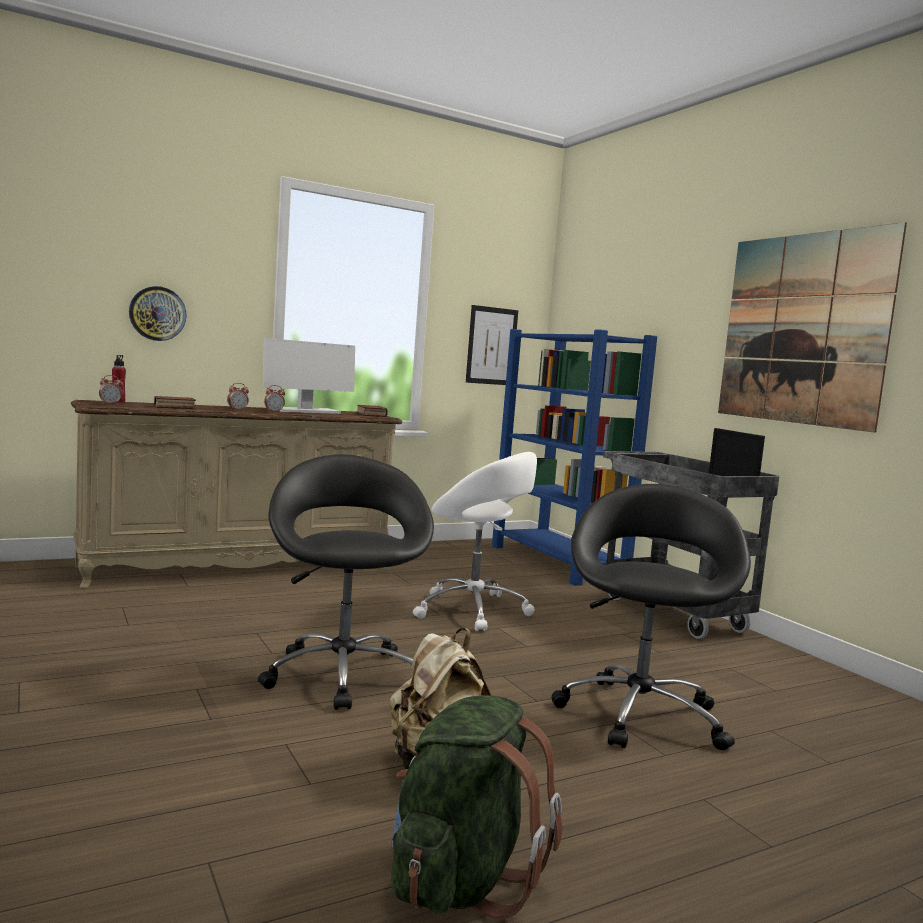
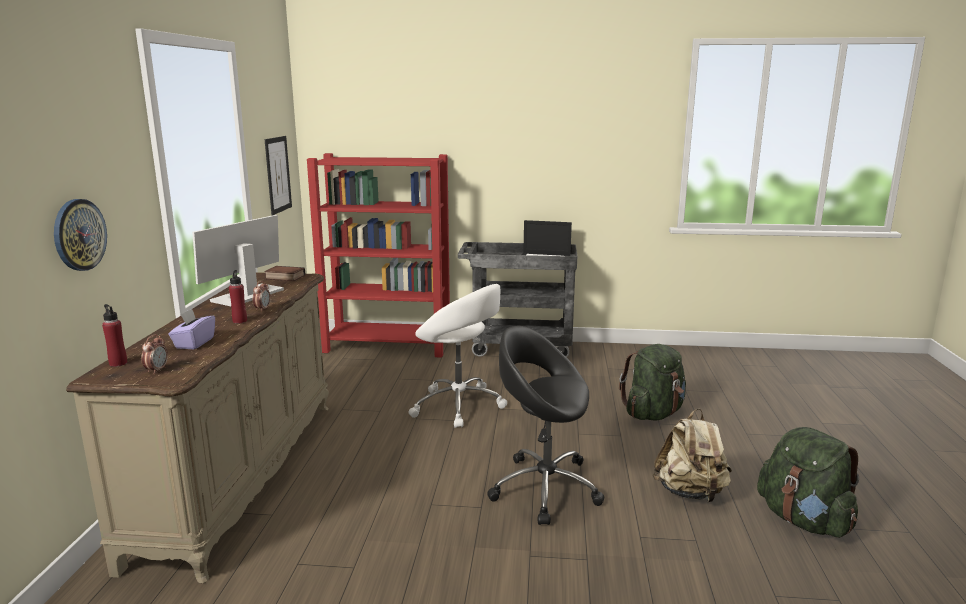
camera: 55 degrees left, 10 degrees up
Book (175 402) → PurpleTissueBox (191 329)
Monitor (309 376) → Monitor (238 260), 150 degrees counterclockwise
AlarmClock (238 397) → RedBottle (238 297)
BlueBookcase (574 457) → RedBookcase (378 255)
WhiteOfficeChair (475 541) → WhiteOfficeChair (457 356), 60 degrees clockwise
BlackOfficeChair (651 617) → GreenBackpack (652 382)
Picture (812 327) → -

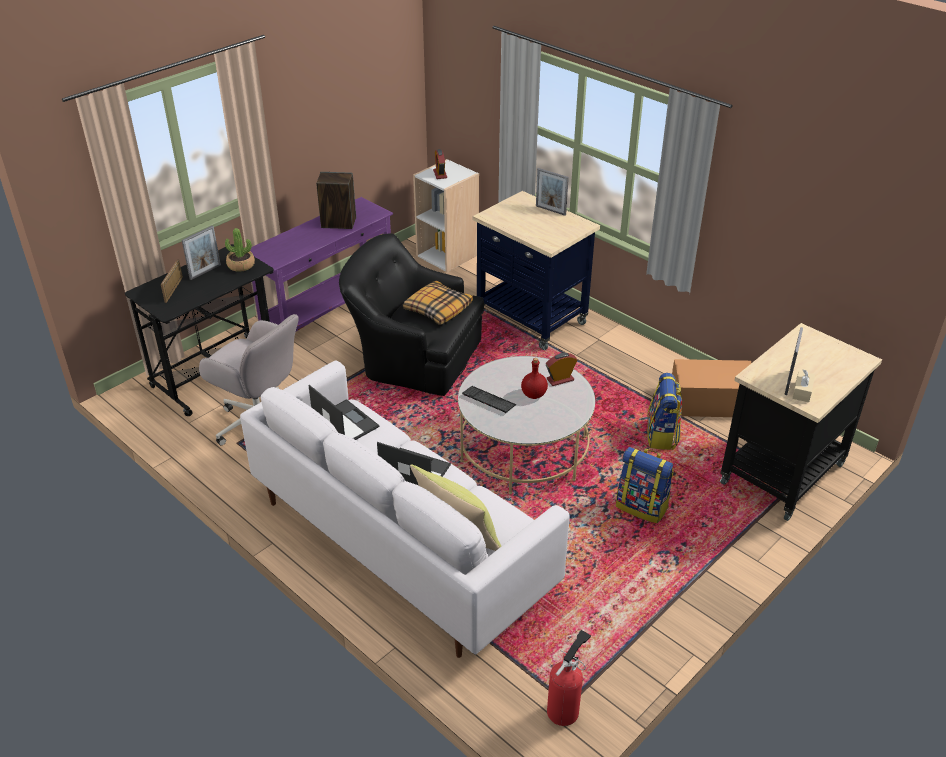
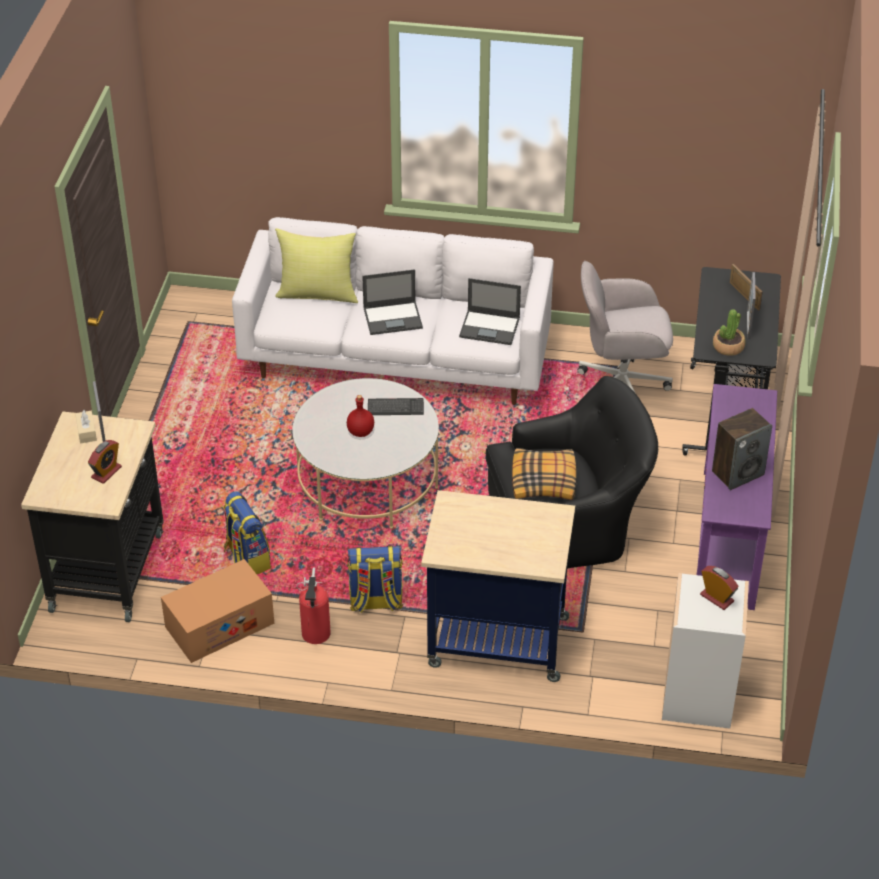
camera: 145 degrees right, 5 degrees up
AlarmClock (562 369) → AlarmClock (105 462), relocated
FireExtinguisher (569 678) → FireExtinguisher (313 606), relocated
Backpack (645 485) → Backpack (375 579), relocated
PictureFrame (552 192) → -

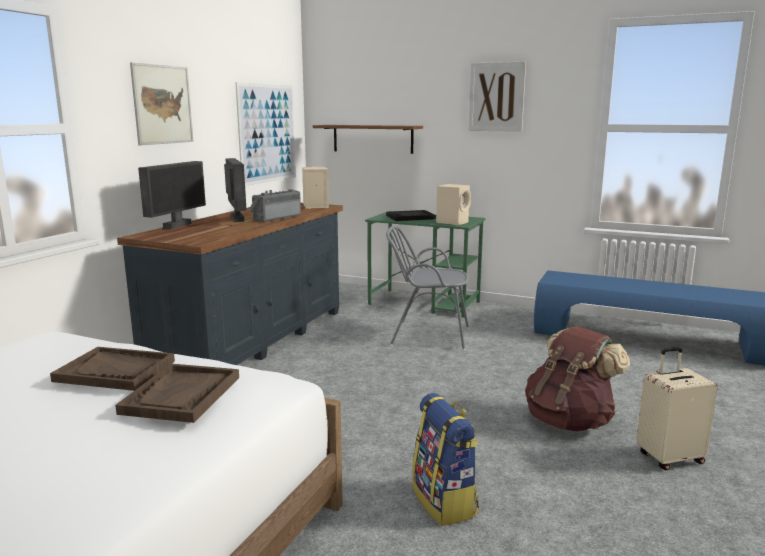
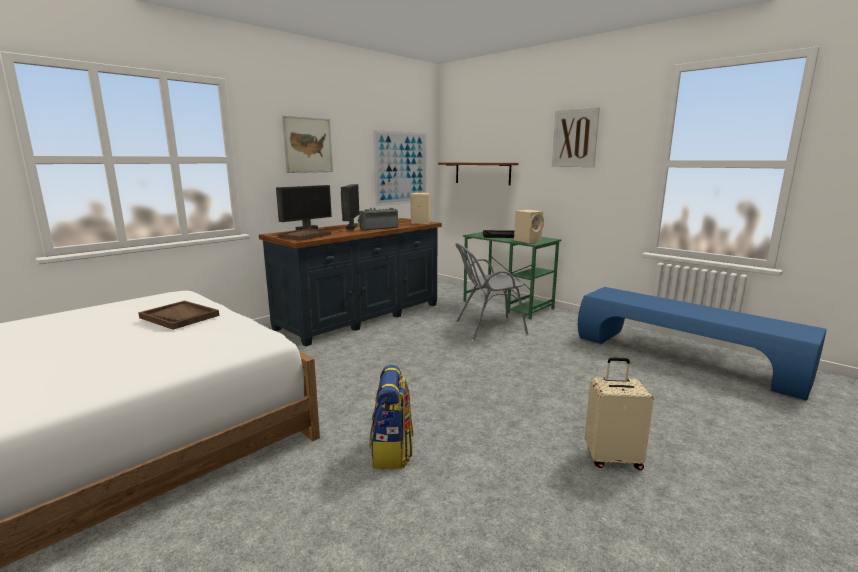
camera: 20 degrees right, 0 degrees up
BrownTray (177 393) → BrownTray (304 234), relocated
GreyChair (428 288) → GreyChair (492 292), 45 degrees counterclockwise
BrownBackpack (577 379) → -

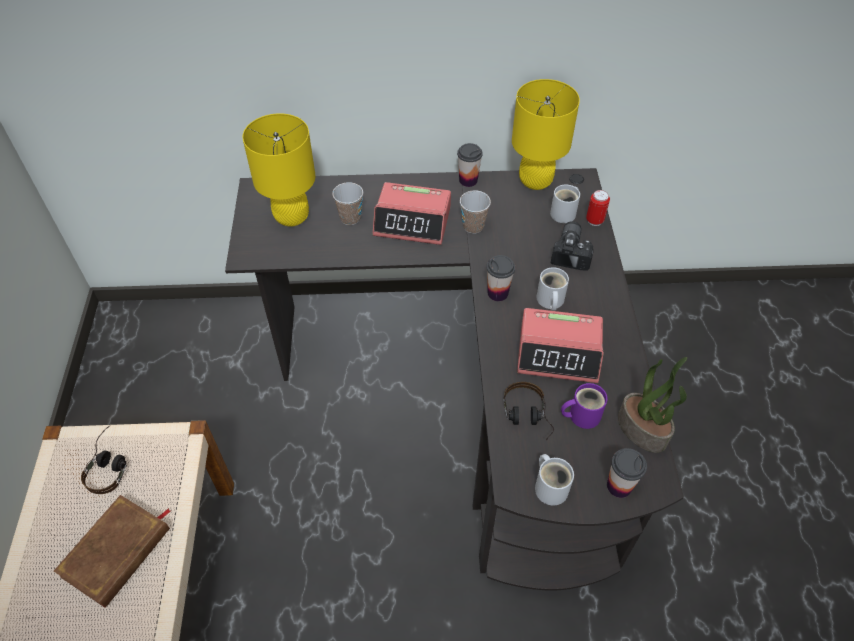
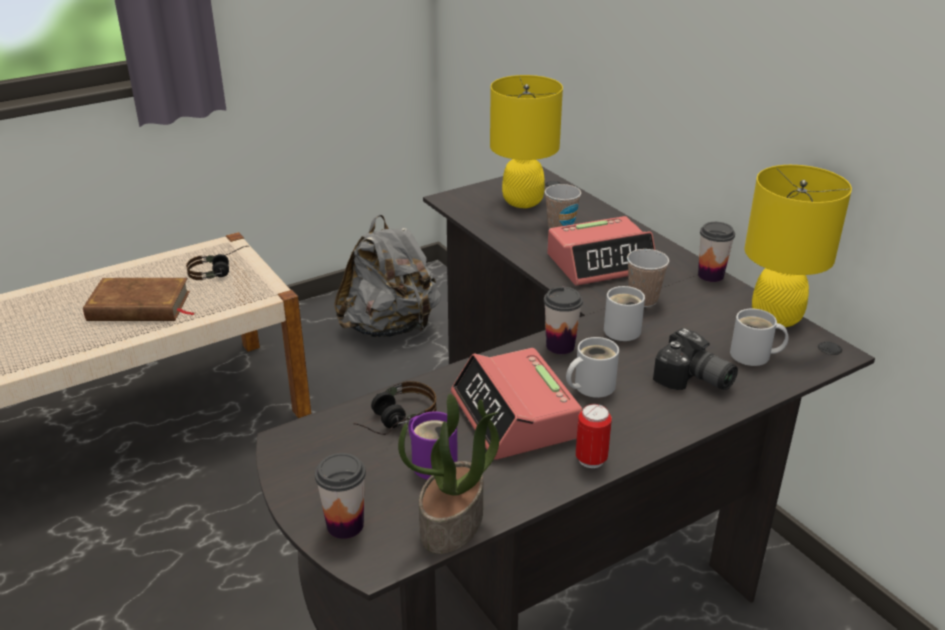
camera: 60 degrees right, 20 degrees down
- → GreyBackpack (387 276)
AlarmClock (412 213) → AlarmClock (601 251), 90 degrees counterclockwise
Can (598 208) → Can (594 436), relocated
WhiteMug (554 480) → WhiteMug (624 313), relocated
PhotoCamera (572 246) → PhotoCamera (695 359), 60 degrees clockwise

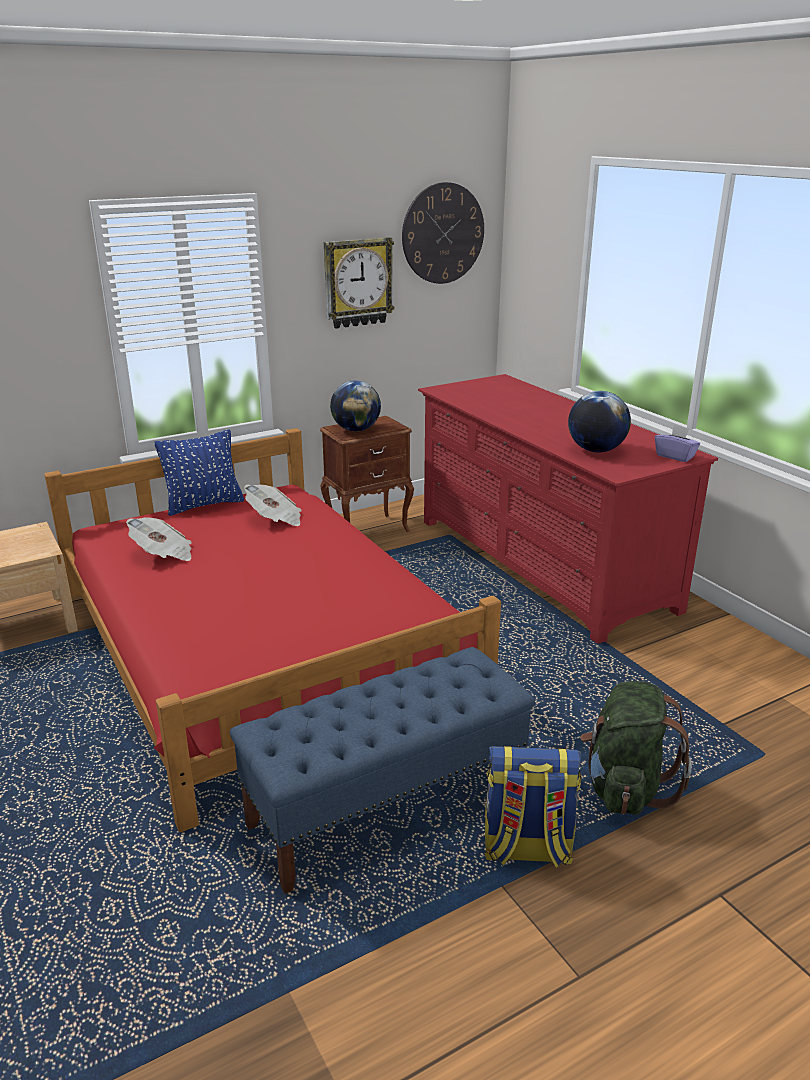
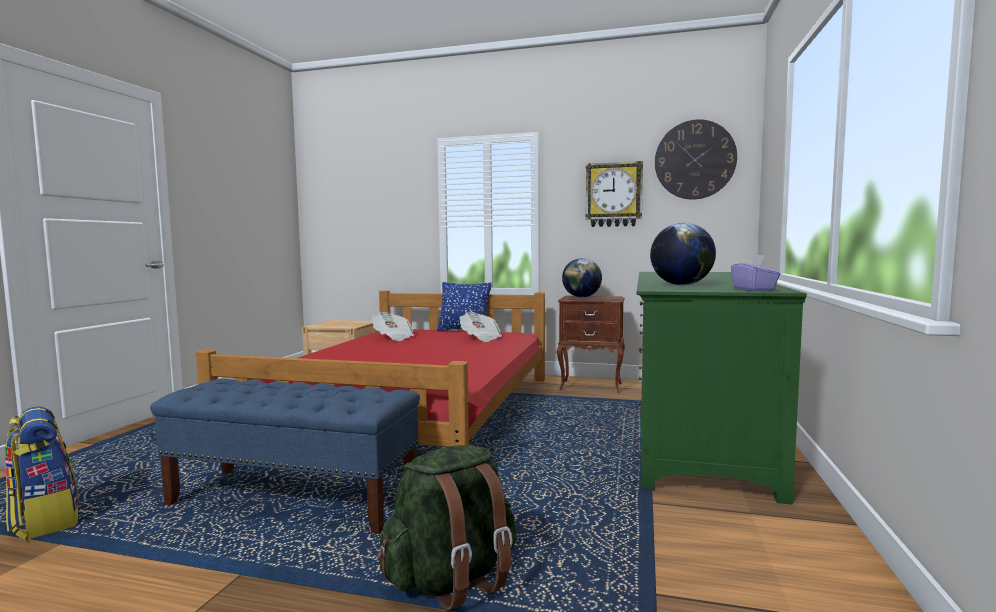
camera: 45 degrees right, 20 degrees down
Backpack (532 806) → Backpack (42 473), relocated
RedDresser (568 509) → GreenDresser (722 388)

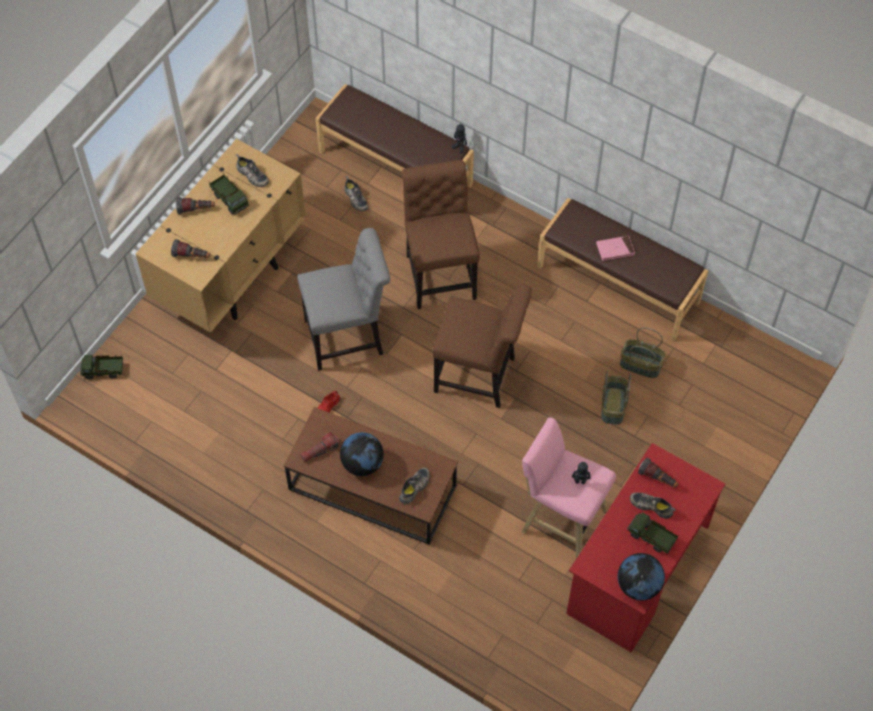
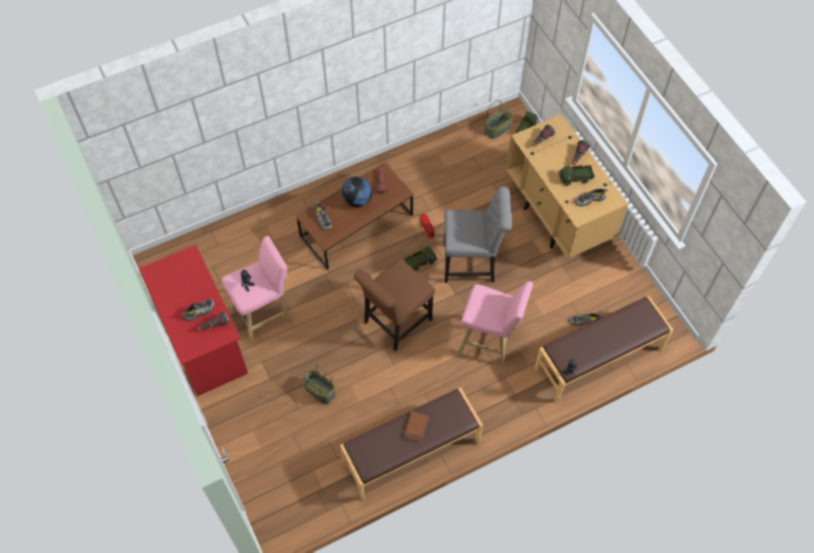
camera: 120 degrees right, 0 degrees up
PinkBook (615 248) → BrownBook (416 427)
ToyTruck (653 533) → ToyTruck (420 259), relocated
GreyChair (343 299) → GreyChair (478 235), 105 degrees counterclockwise
BrownChair (441 234) → PinkStool (495 324)
Basket (642 353) → Basket (499 119), relocated
Globe (641 577) → -

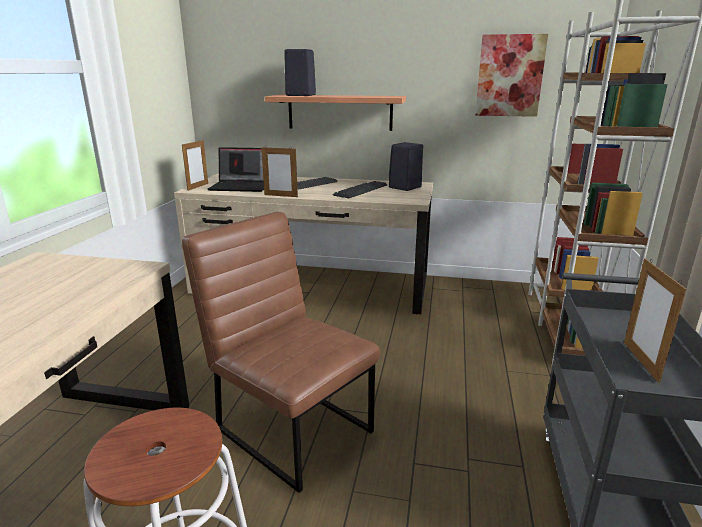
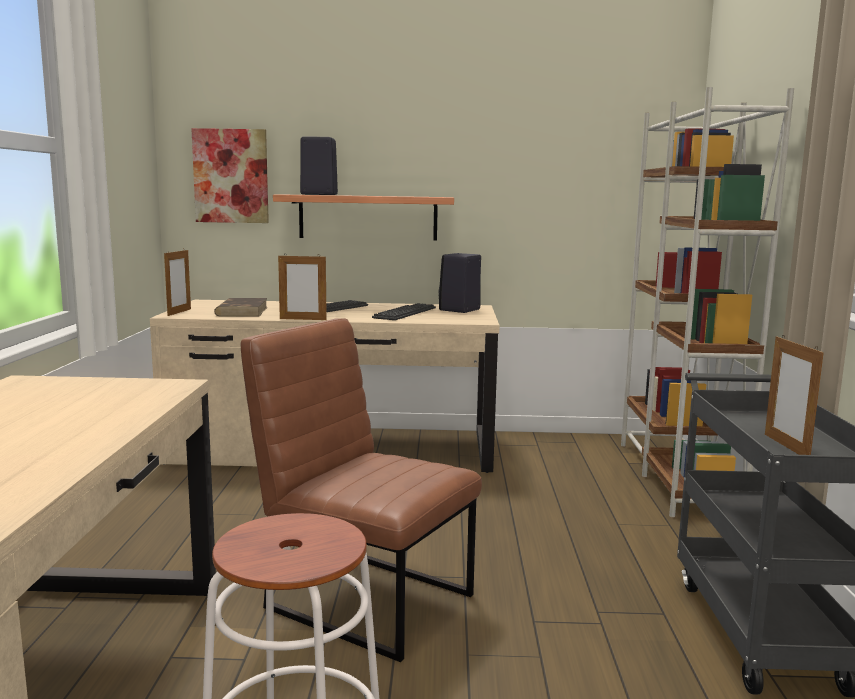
camera: 10 degrees left, 10 degrees down
Picture (511 75) → Picture (230 175), relocated
Laptop (236 169) → BrownBook (240 307)

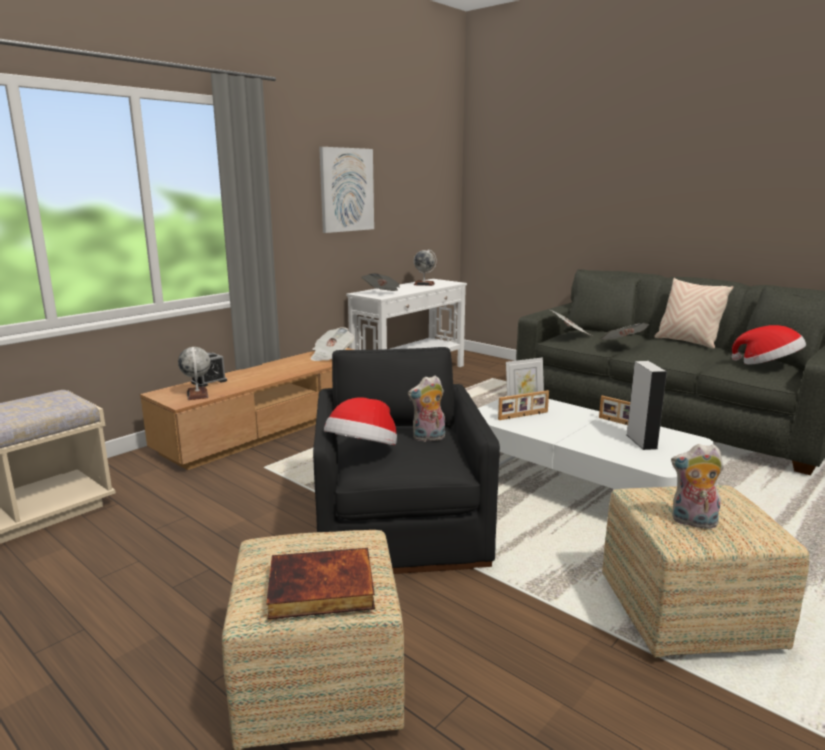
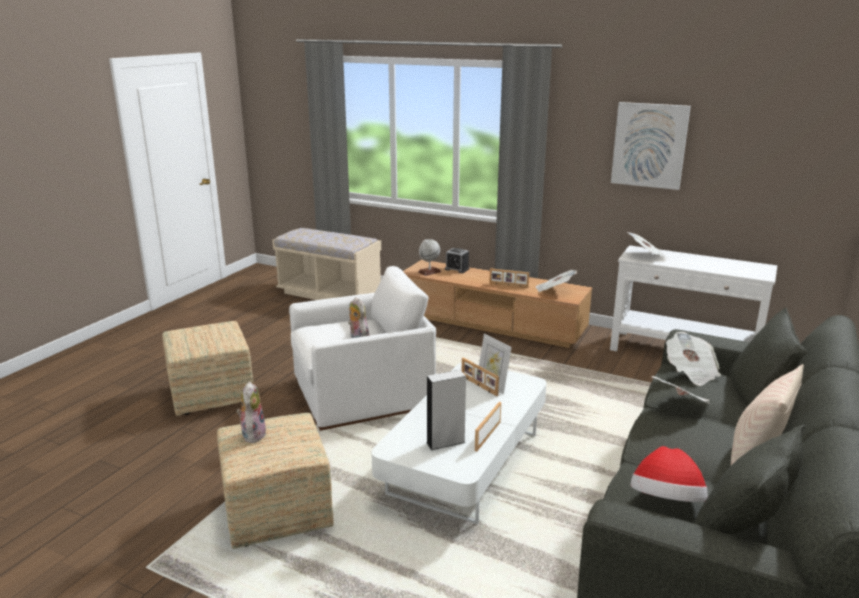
camera: 75 degrees right, 5 degrees up
BlackArmchair (406 460) → WhiteArmchair (362 348)
- → PictureFrame (509 278)
Book (320 583) → -
Hat (360 421) → -
Globe (425 267) → -

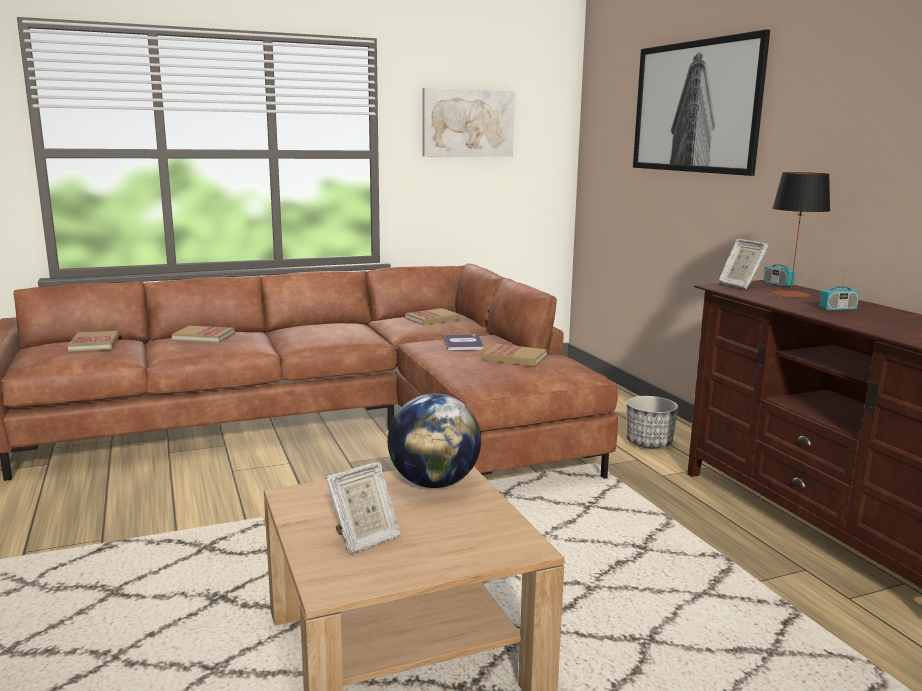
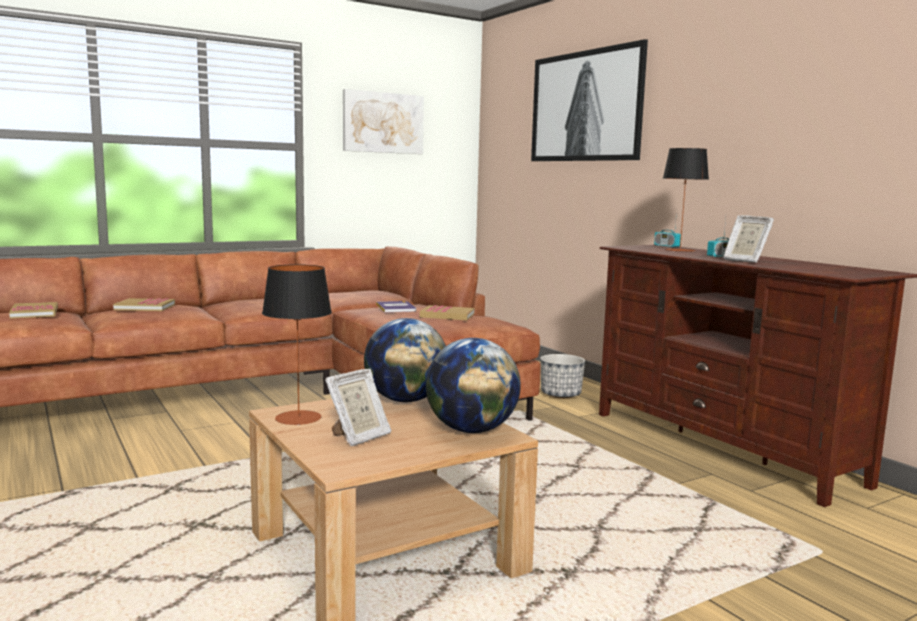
camera: 10 degrees left, 5 degrees down
- → TableLamp (297 345)
- → Globe (473 385)
PictureFrame (744 264) → PictureFrame (748 239), relocated
Book (433 316) → -

